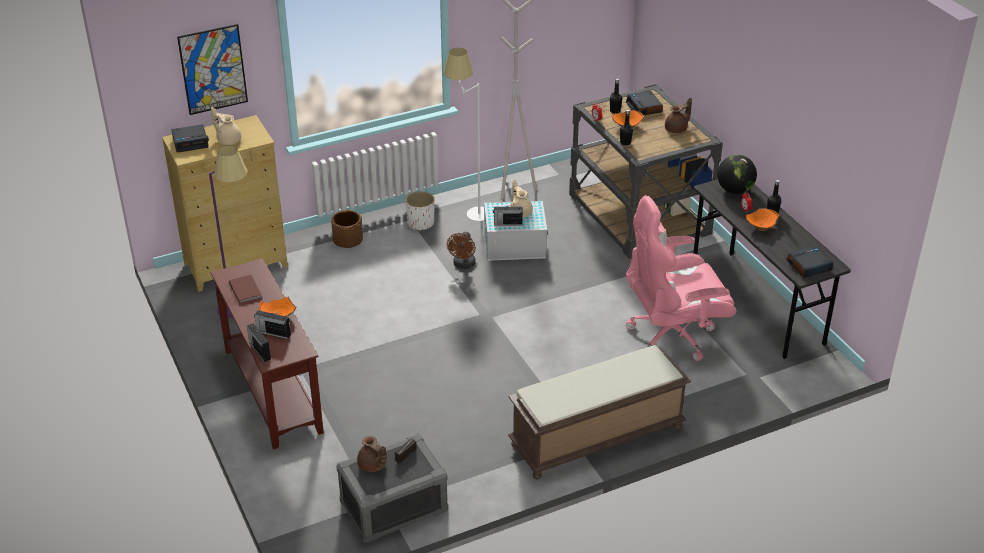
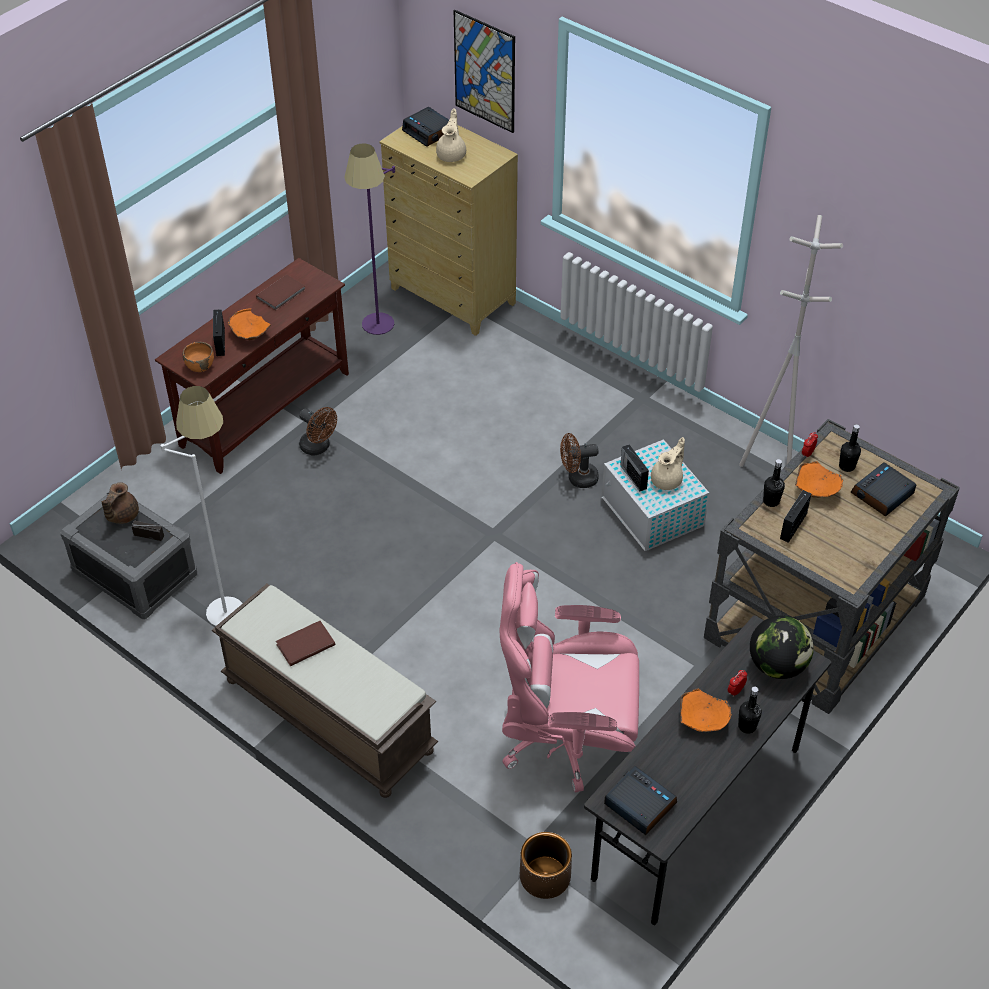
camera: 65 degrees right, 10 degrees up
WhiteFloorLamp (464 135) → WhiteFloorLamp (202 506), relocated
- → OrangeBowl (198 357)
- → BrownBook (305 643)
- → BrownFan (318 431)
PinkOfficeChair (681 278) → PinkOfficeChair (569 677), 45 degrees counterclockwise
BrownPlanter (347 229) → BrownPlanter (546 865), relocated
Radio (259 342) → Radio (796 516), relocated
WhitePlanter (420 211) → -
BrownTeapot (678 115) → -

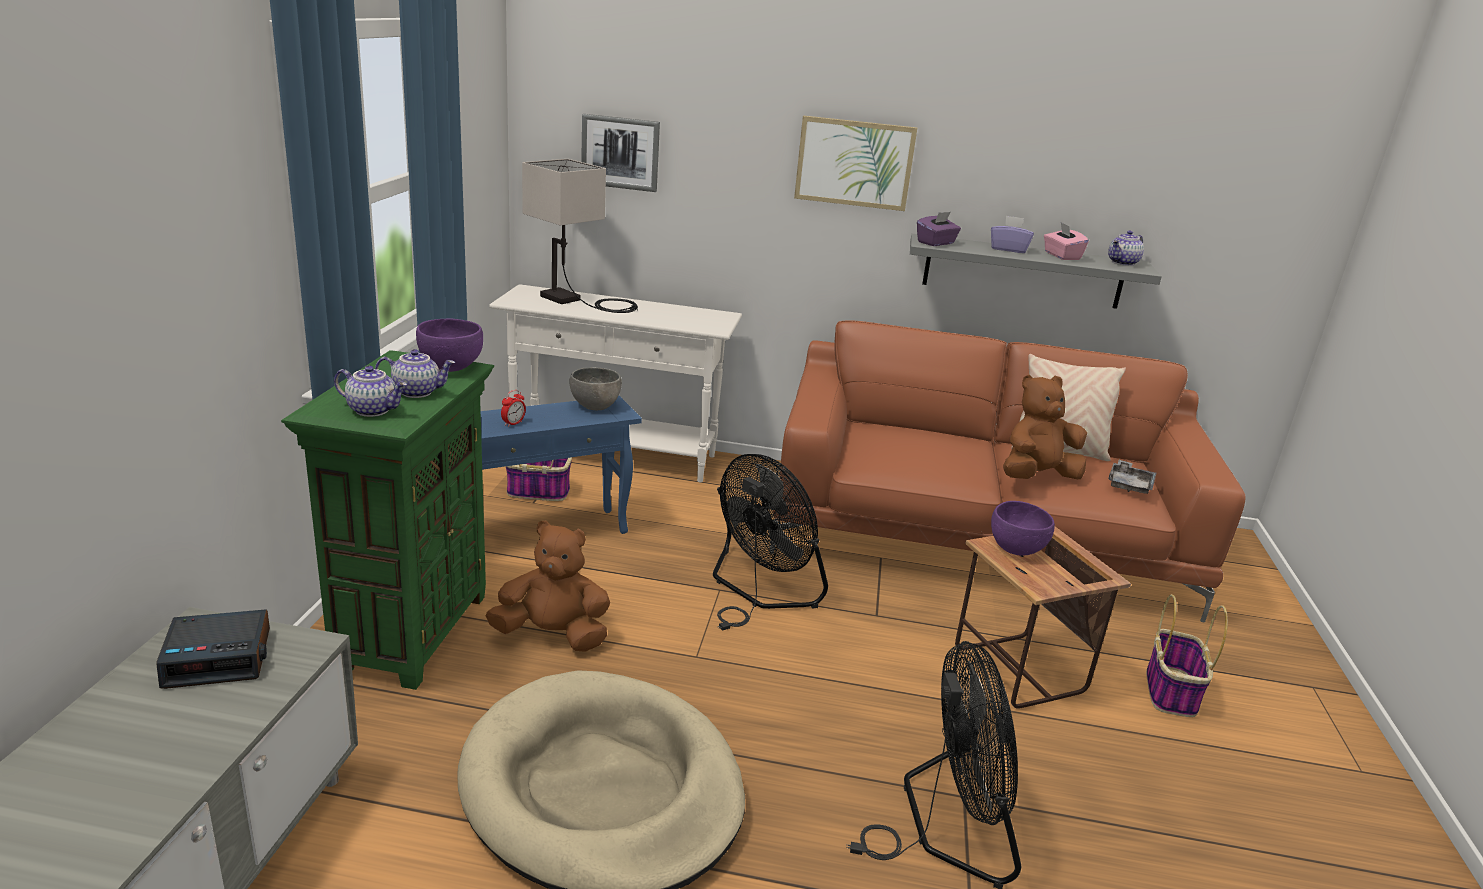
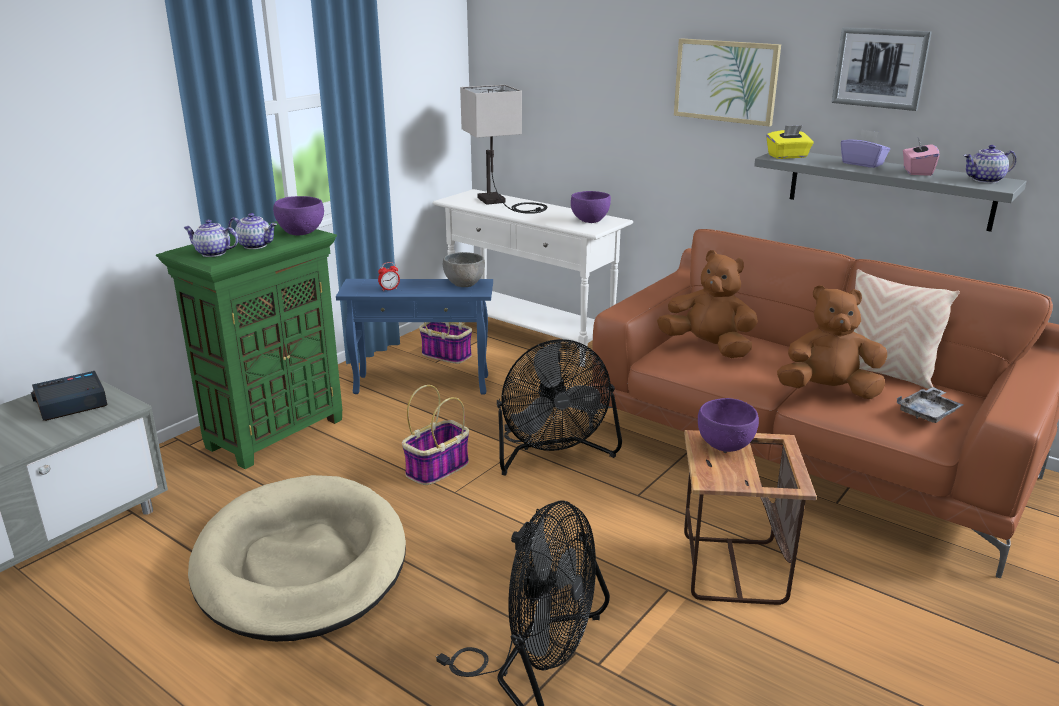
camera: 30 degrees right, 0 degrees up
AlarmClock (213 649) → AlarmClock (69 396), 135 degrees clockwise
Teapot (370 391) → Teapot (210 238), 150 degrees clockwise
Basket (1187 655) → Basket (435 435), relocated
BlackFan (770 542) → BlackFan (559 407), 90 degrees clockwise
- → PurpleBowl (591 207)
BrownPlushToy (547 586) → BrownPlushToy (707 304), relocated
PurpleTissueBox (939 229) → YellowTissueBox (790 142)
Picture (620 153) → Picture (881 69), relocated

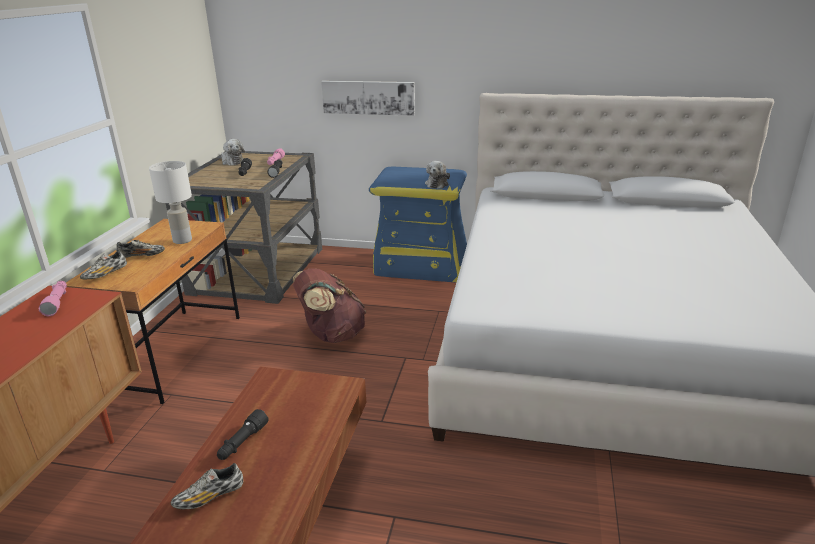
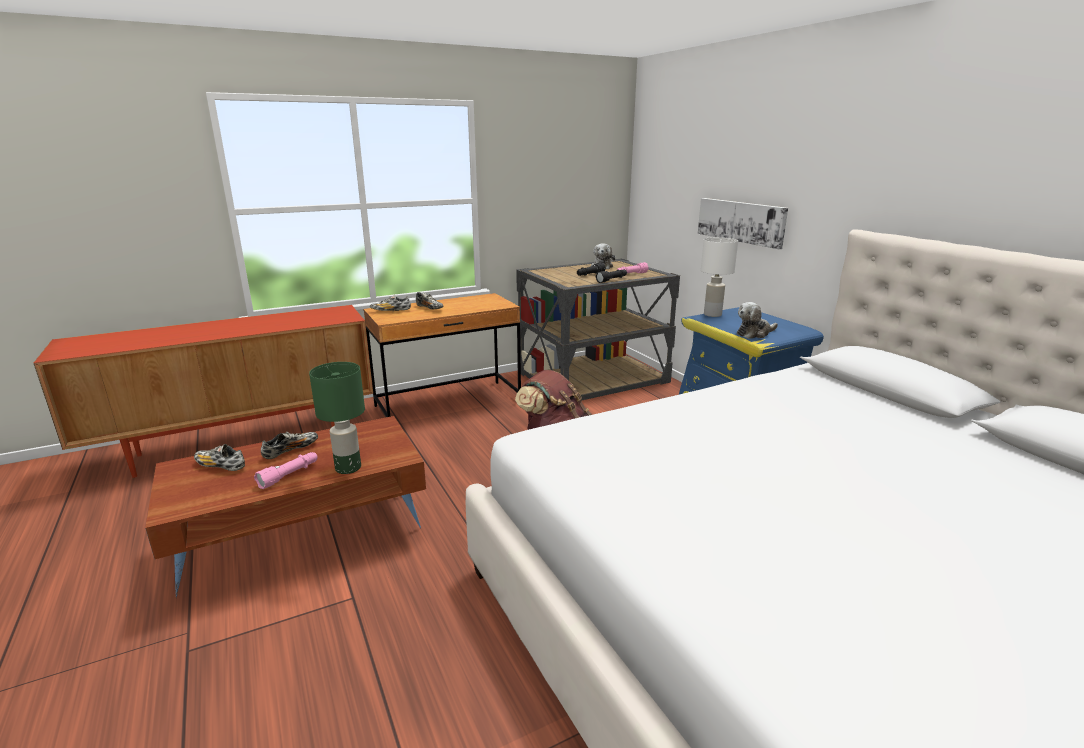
camera: 50 degrees right, 5 degrees down
PinkFlashlight (53 298) → PinkFlashlight (286 470), relocated
BlackFlashlight (243 434) → Shoe (289 445)
- → GreenTableLamp (337 418)
WhiteTableLamp (170 202) → WhiteTableLamp (719 277), relocated

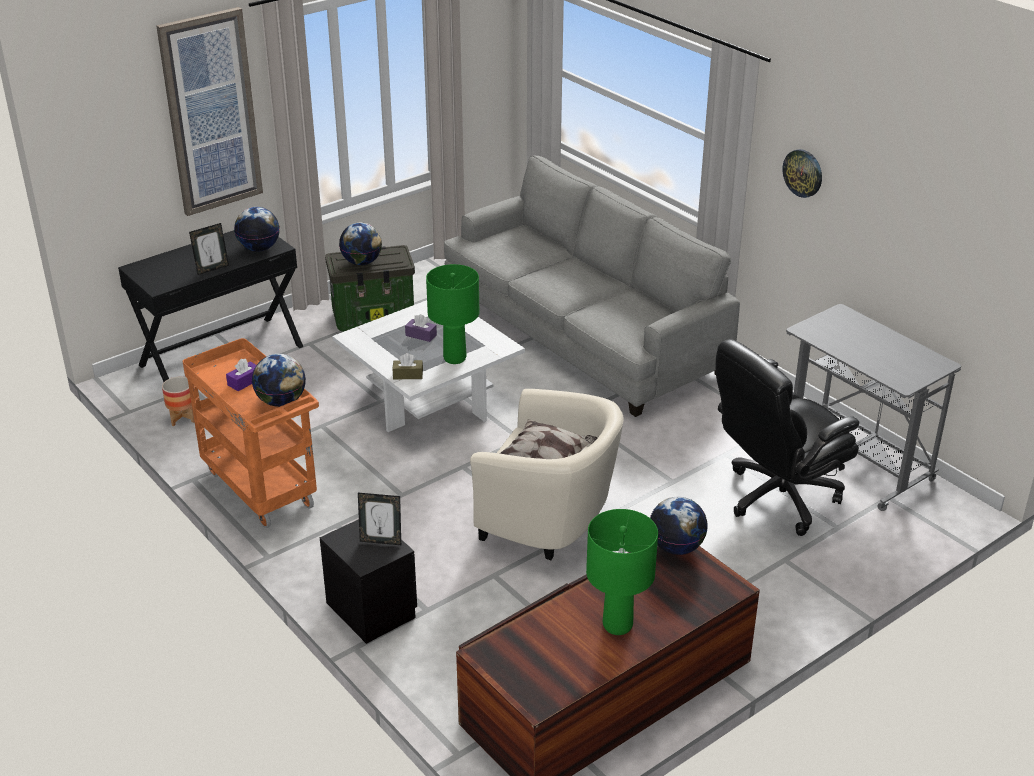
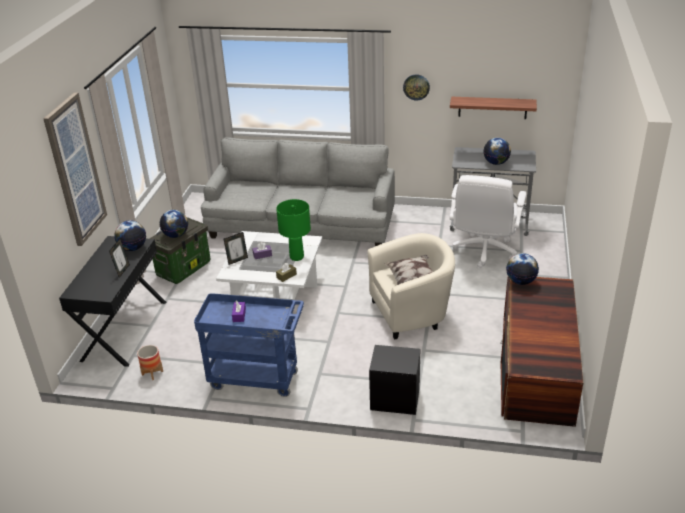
camera: 40 degrees left, 0 degrees up
OrangeCart (251 433) → BlueCart (249 345)
PictureFrame (379 519) → PictureFrame (236 248), relocated
BlackOfficeChair (787 437) → WhiteOfficeChair (487 221)
- → Shelf (493 108)
Globe (279 380) → Globe (497 151), relocated
GreenTableLamp (622 572) → -

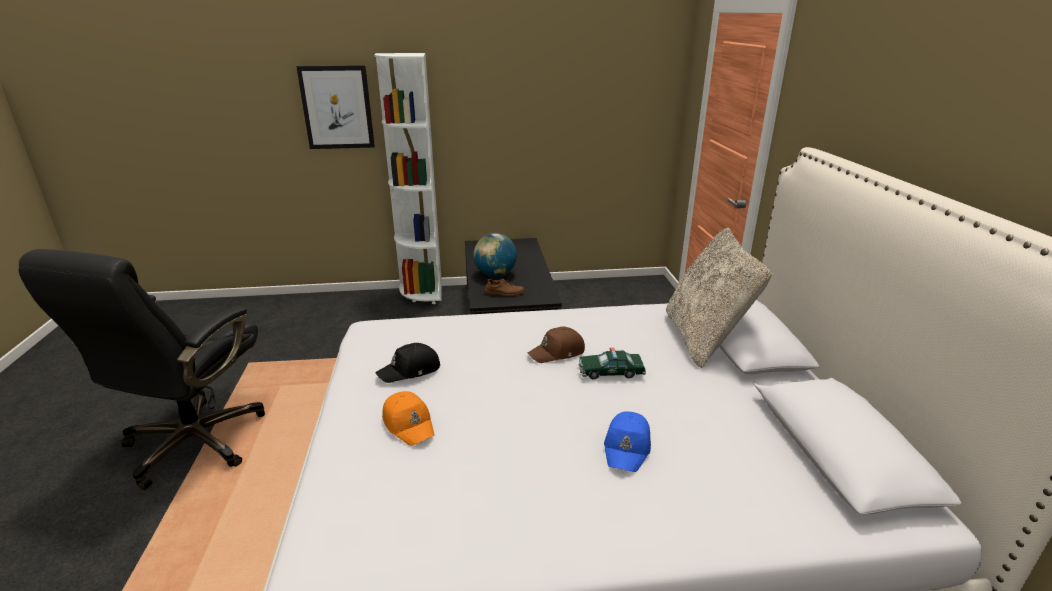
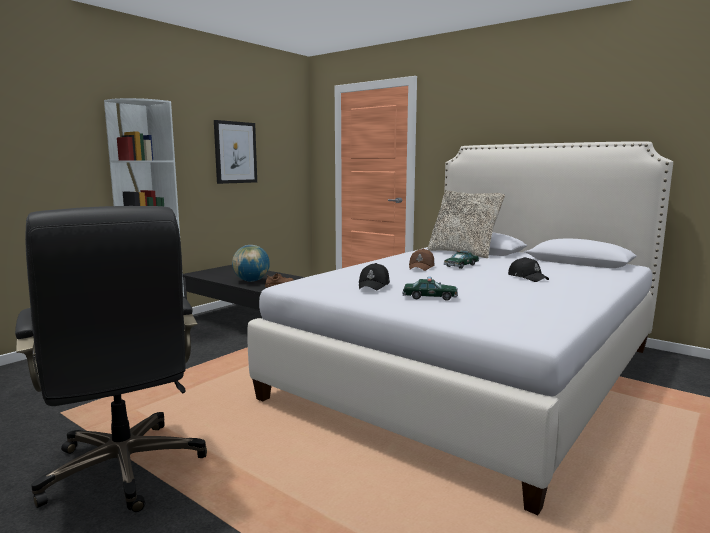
camera: 45 degrees left, 15 degrees down
Picture (335 107) → Picture (235 152), relocated
OrangeCap (408 418) → ToyCar (430 289)
BlueCap (627 441) → BlackCap (528 269)

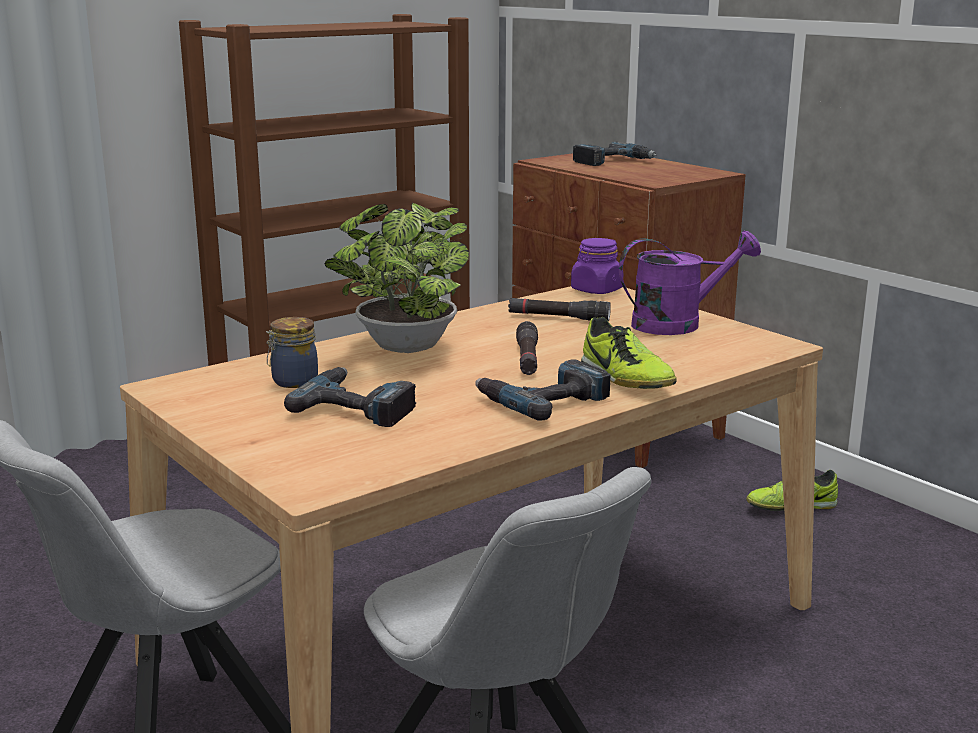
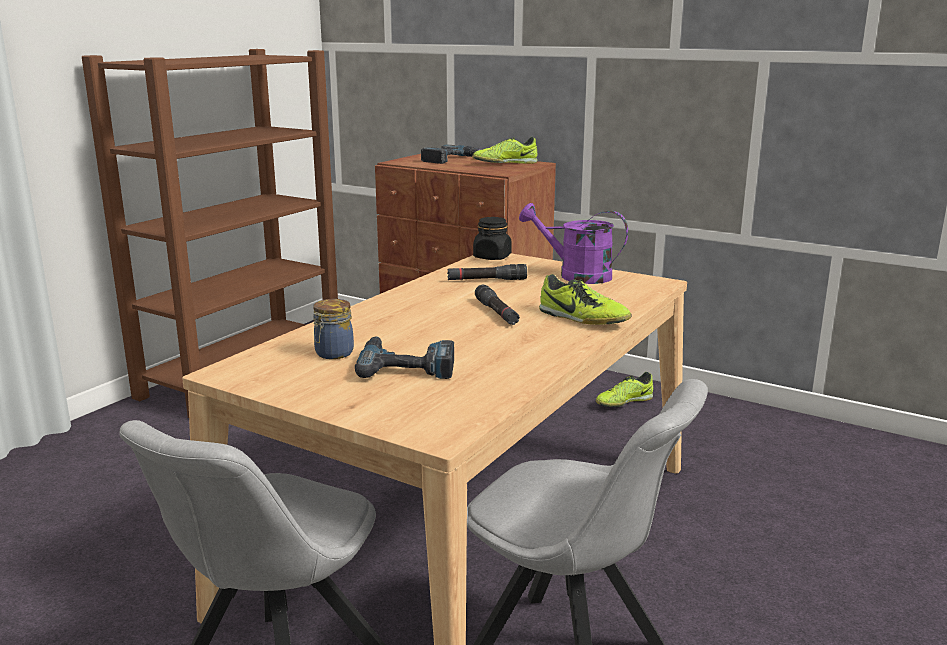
camera: 20 degrees left, 0 degrees up
- → Shoe (504 150)
PurpleJar (597 266) → BlackJar (492 238)
PurpleWateringCan (690 283) → PurpleWateringCan (573 243), 120 degrees counterclockwise
PottedPlant (396 278) → -
PowerDrill (542 390) → -

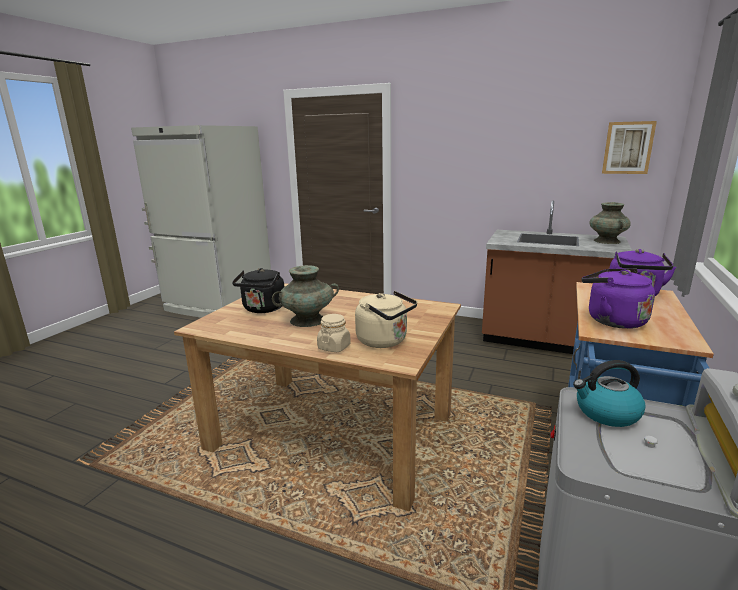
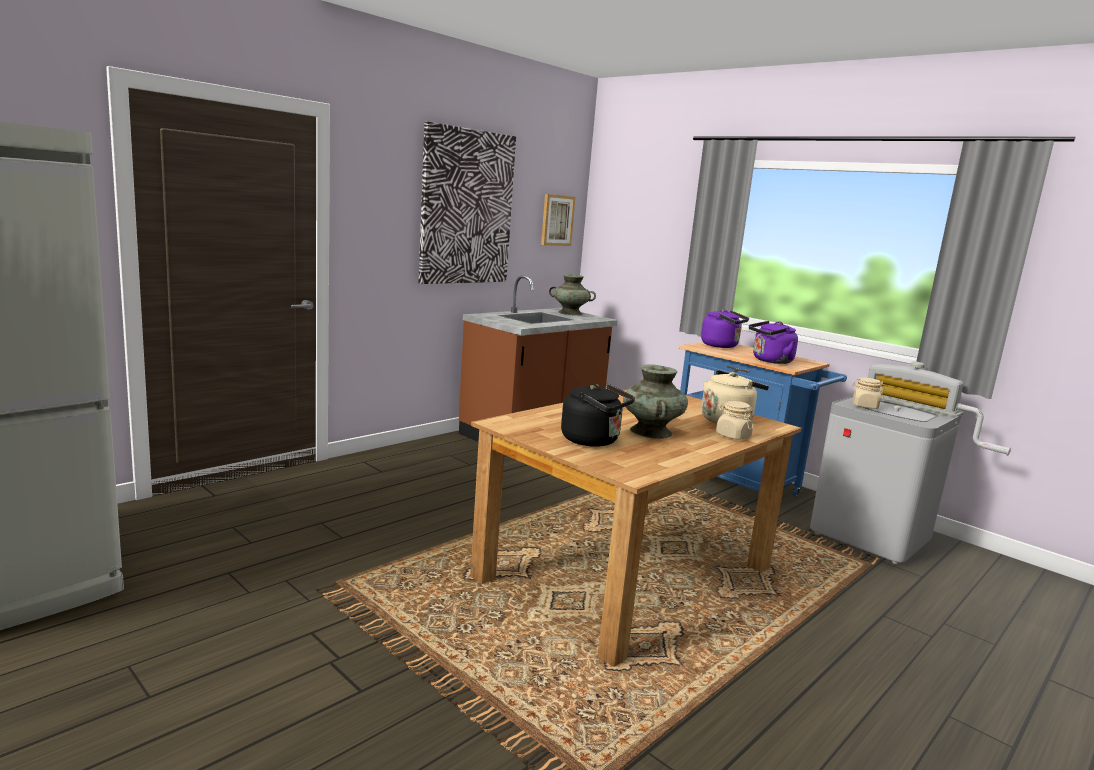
camera: 70 degrees left, 5 degrees down
- → Picture (467 203)
Kettle (609 393) → BeigeJar (868 393)

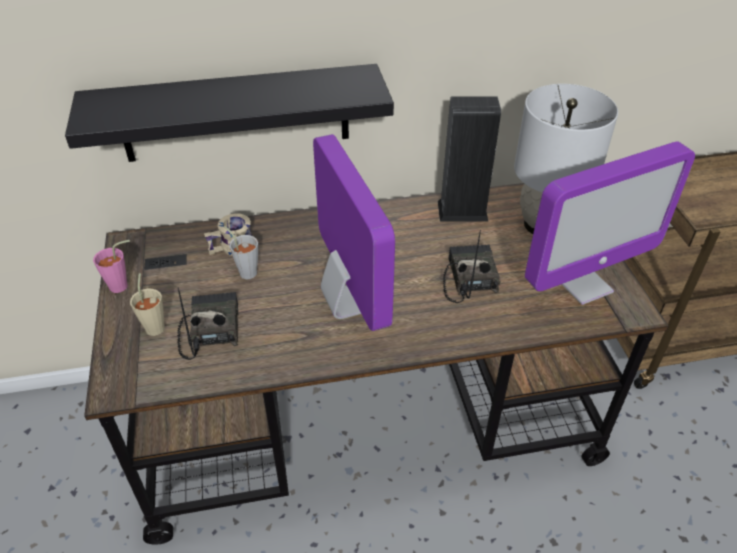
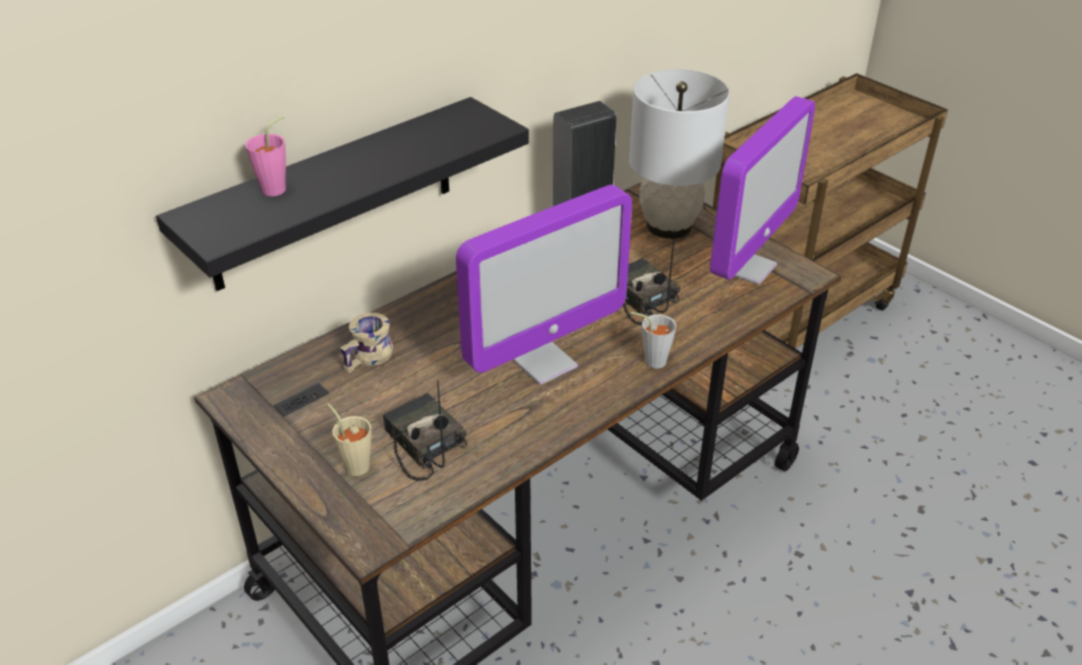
camera: 30 degrees left, 5 degrees down
PinkCup (111 266) → PinkCup (265 155), relocated
Monitor (354 232) → Monitor (544 285), 105 degrees clockwise
GreyCup (241 252) → GreyCup (653 340), relocated

